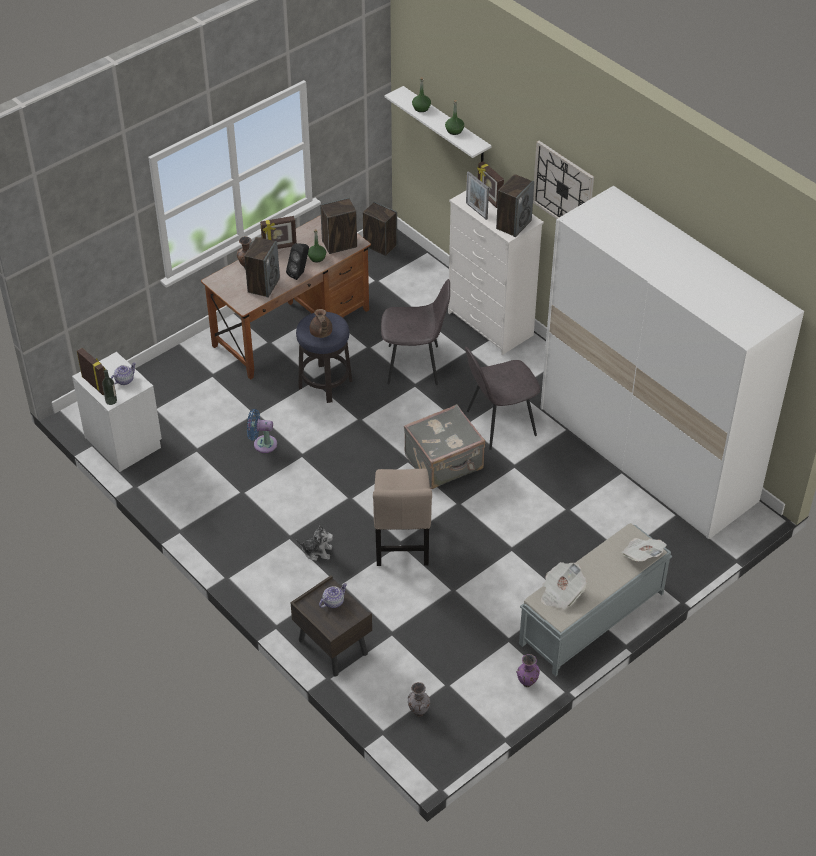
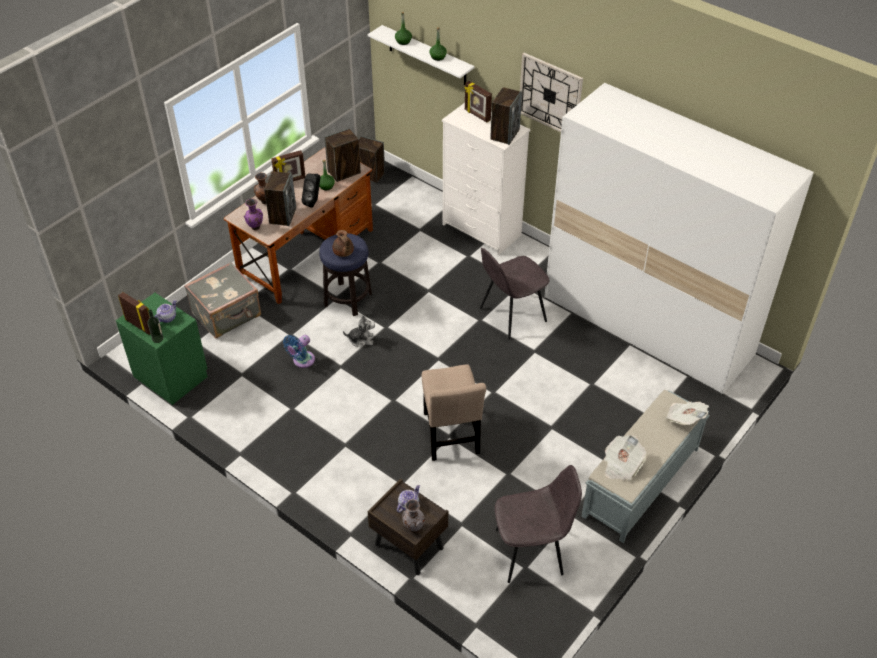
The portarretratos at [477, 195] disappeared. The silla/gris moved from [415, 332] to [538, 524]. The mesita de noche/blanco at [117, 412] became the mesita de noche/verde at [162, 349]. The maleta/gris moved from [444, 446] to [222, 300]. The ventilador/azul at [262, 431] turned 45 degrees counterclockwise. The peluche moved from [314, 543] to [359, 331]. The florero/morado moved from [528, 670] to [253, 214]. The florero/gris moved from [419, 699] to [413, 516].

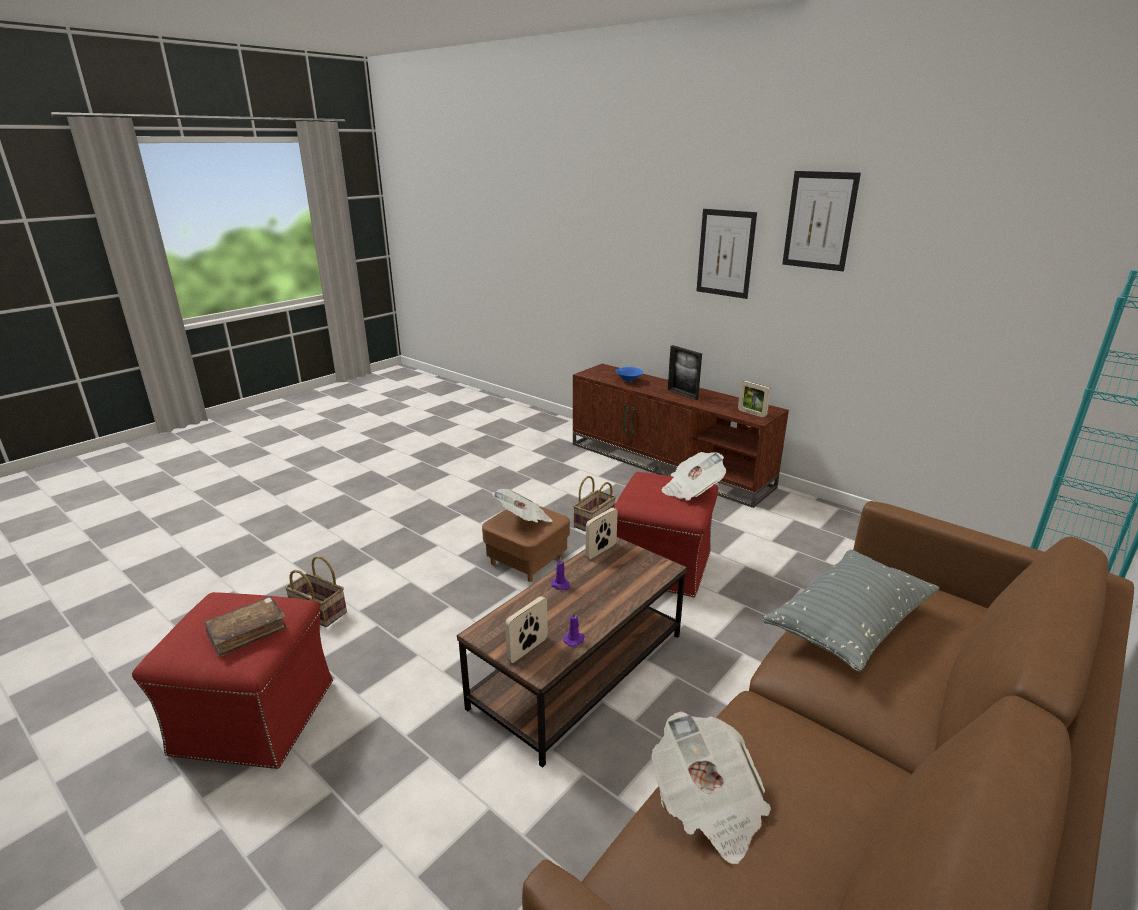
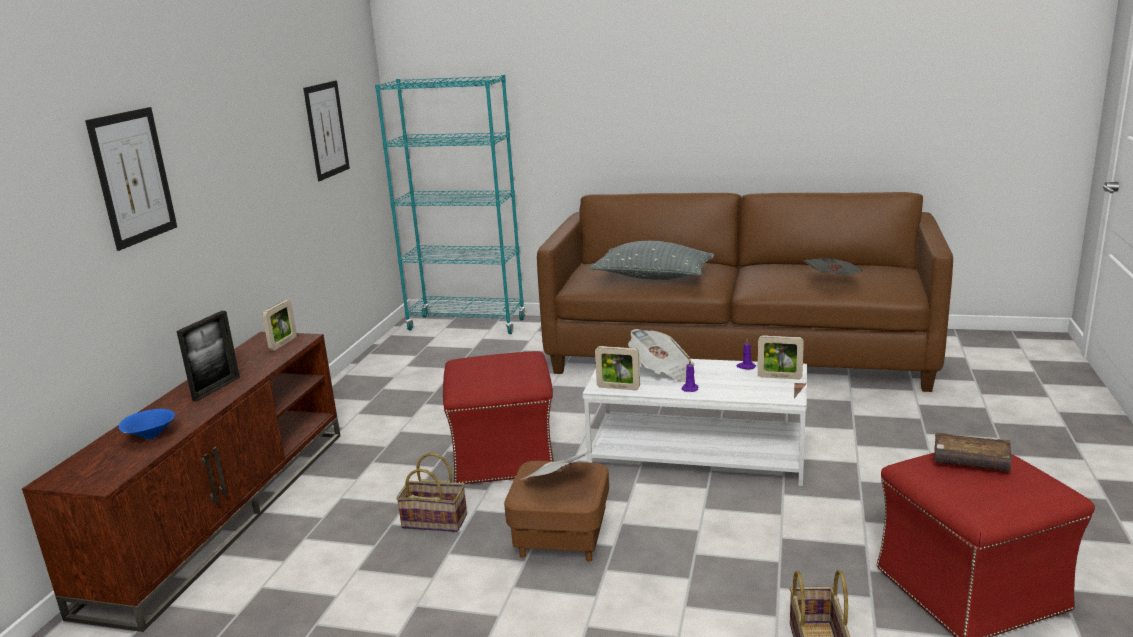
The cuadro moved from [821, 221] to [326, 130]. The periódico moved from [693, 476] to [661, 355]. The mesa de centro/marrón at [572, 652] became the mesa de centro/blanco at [694, 422].

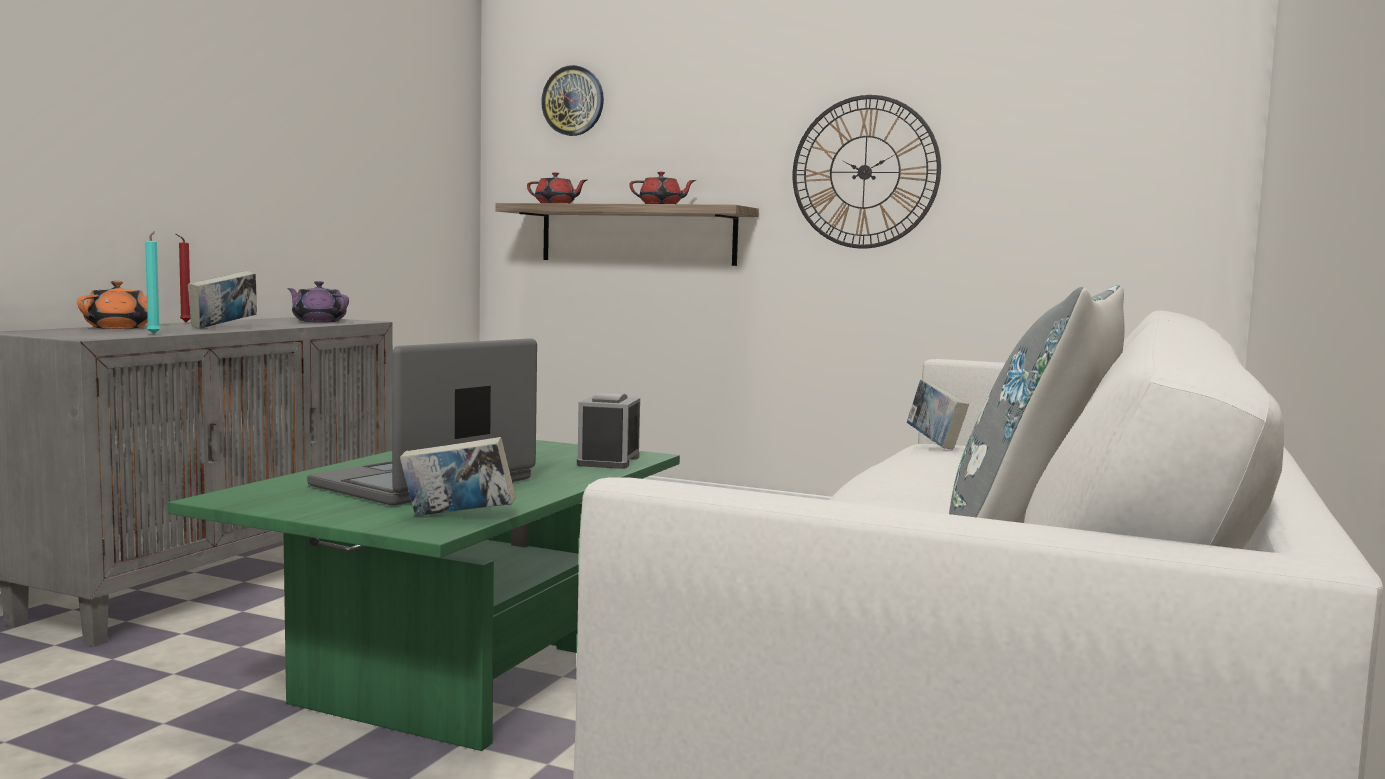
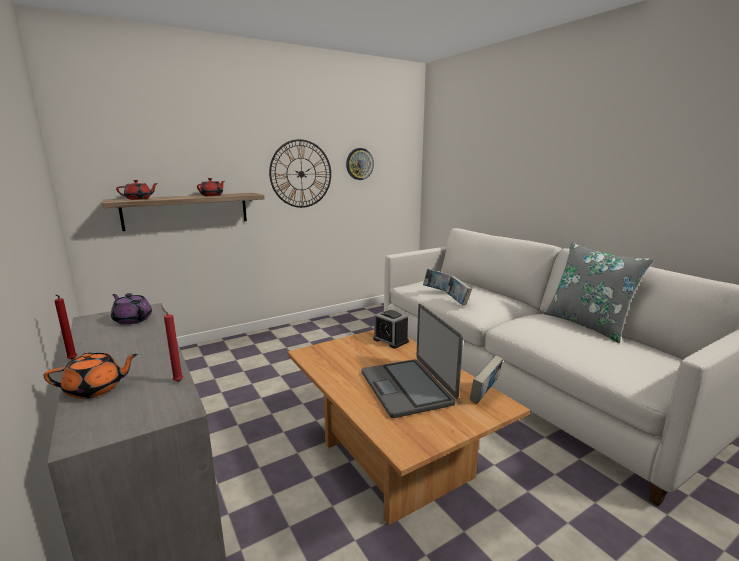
The reloj de pared moved from [572, 100] to [360, 164]. The vela/turquesa at [153, 282] became the vela/rojo at [172, 344]. The libro moved from [222, 300] to [459, 290]. The tetera/naranja at [118, 305] turned 105 degrees clockwise. The tetera/morado at [318, 301] turned 60 degrees clockwise. The mesa de centro/verde at [424, 595] became the mesa de centro/marrón at [408, 427].

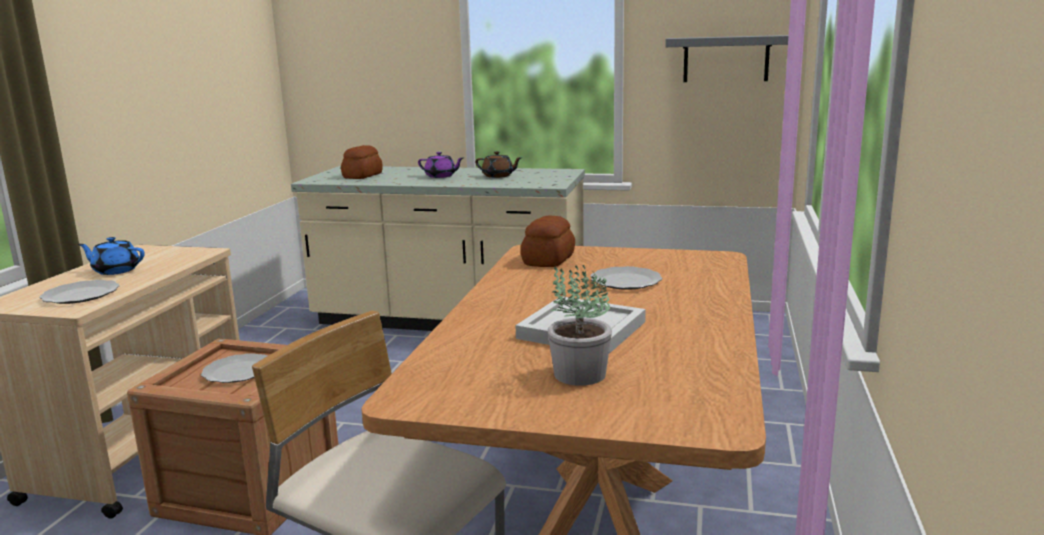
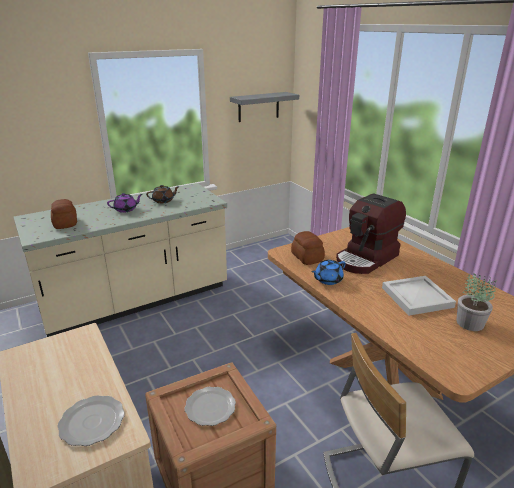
The tetera/azul moved from [111, 256] to [328, 272]. The plato at [626, 278] was replaced by the cafetera at [371, 233].

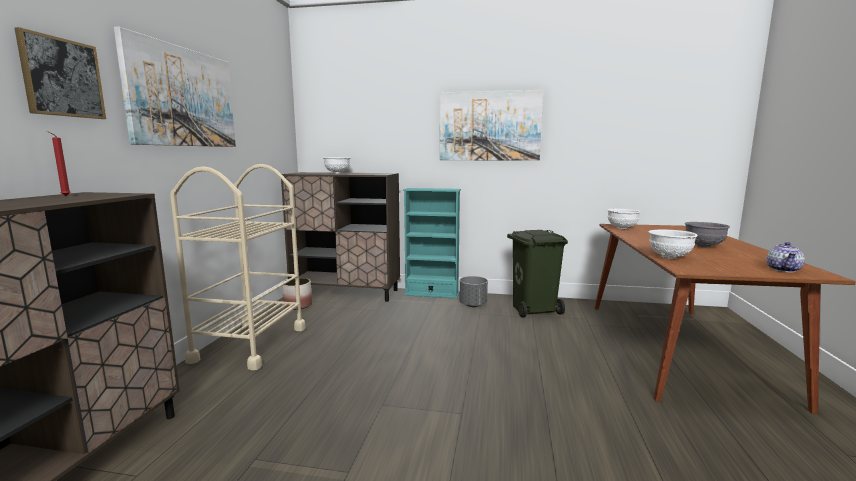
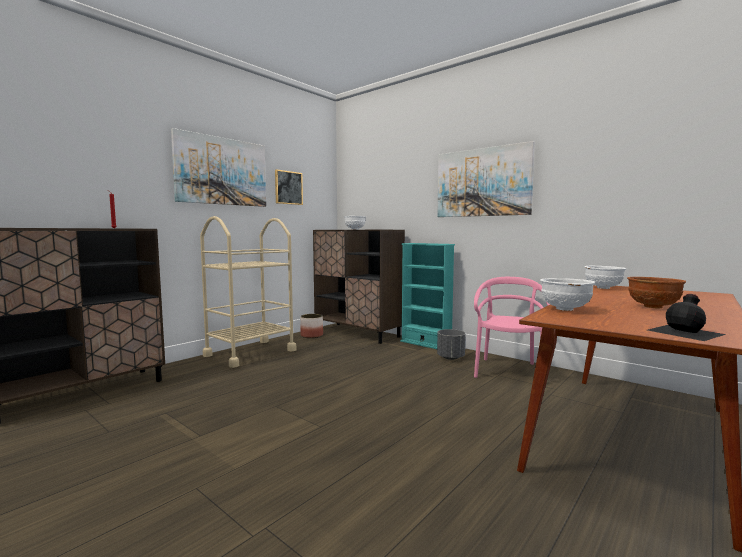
The cuadro moved from [60, 73] to [289, 187]. The cuenco/gris at [707, 235] became the cuenco/marrón at [656, 293]. The papelera/verde at [537, 274] was replaced by the silla/rosa at [512, 327]. The tetera at [785, 257] was replaced by the botella/negro at [687, 317].

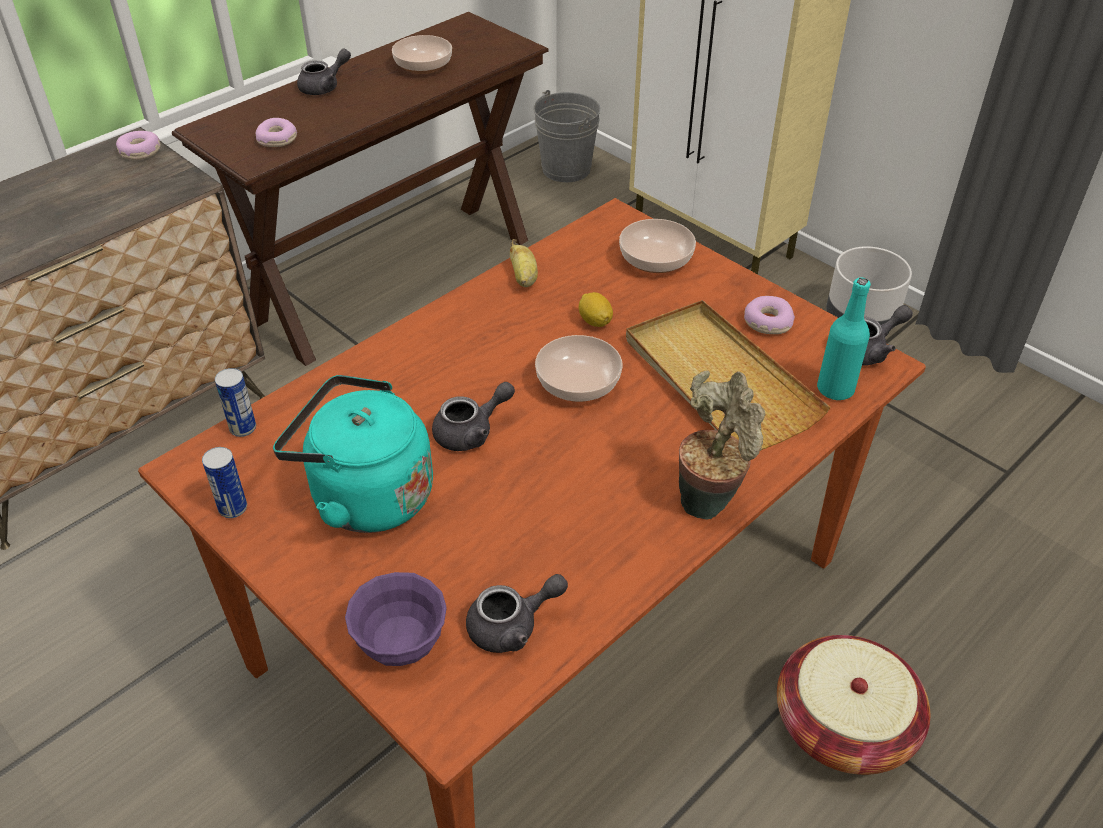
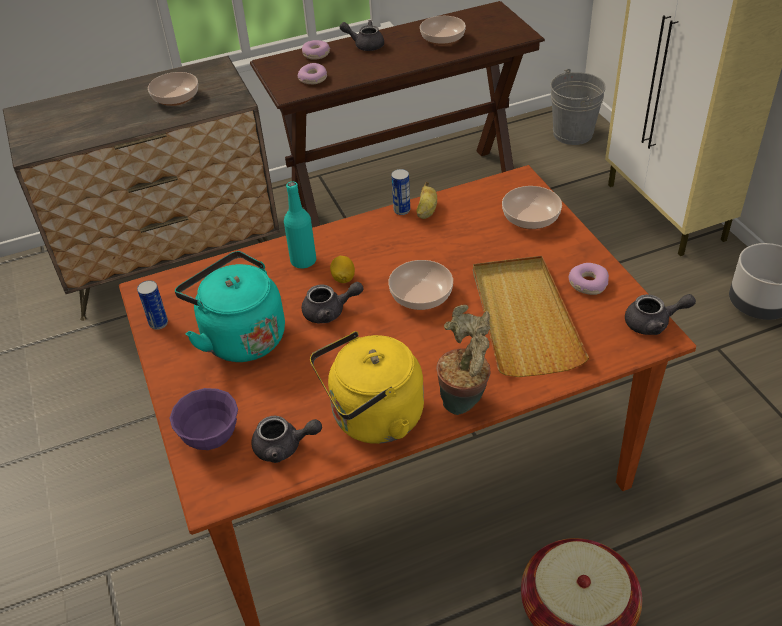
The tetera/gris at [324, 72] turned 150 degrees counterclockwise. The rosquilla moved from [138, 145] to [316, 50]. The botella/turquesa moved from [844, 339] to [300, 225]. The limón moved from [596, 309] to [342, 269]. The lata moved from [235, 402] to [400, 192]. The cuenco at [173, 89] appeared. The hervidor/amarillo at [367, 387] appeared.

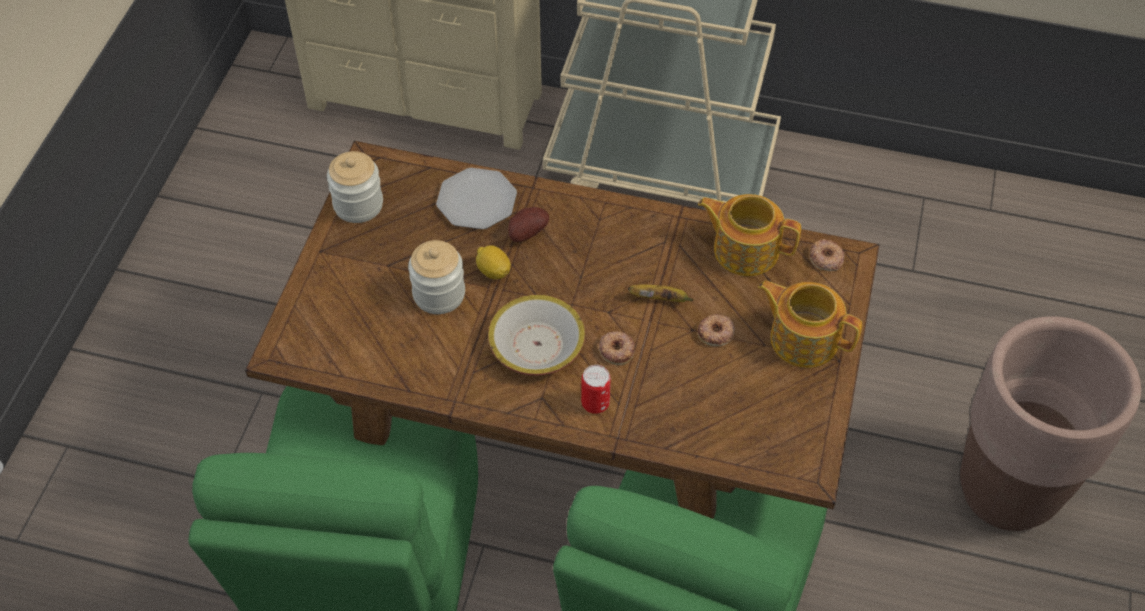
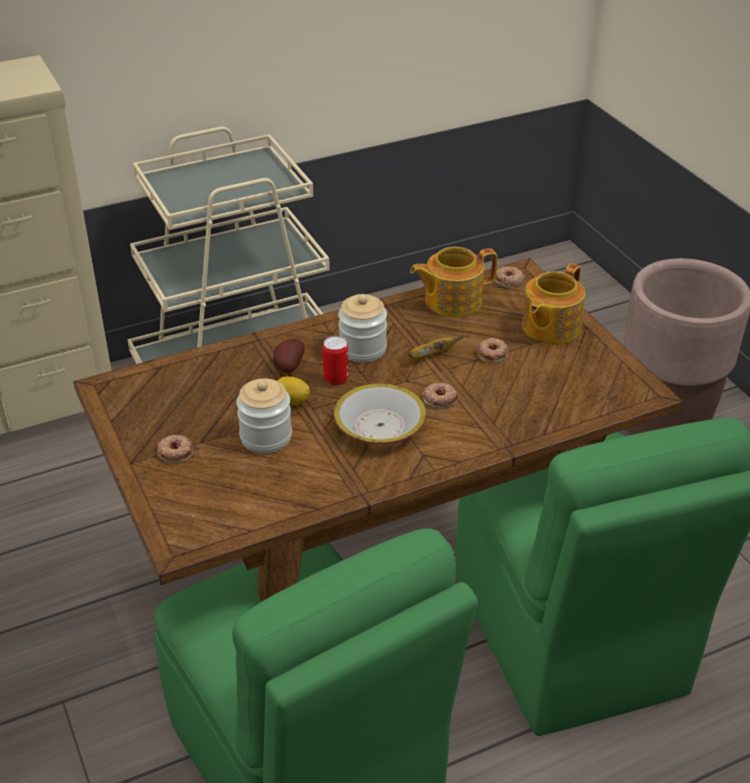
The tarro moved from [355, 187] to [362, 328]. The plato at [476, 199] disappeared. The tetera at [810, 324] turned 45 degrees counterclockwise. The lata moved from [596, 389] to [336, 360]. The rosquilla at [175, 449] appeared.

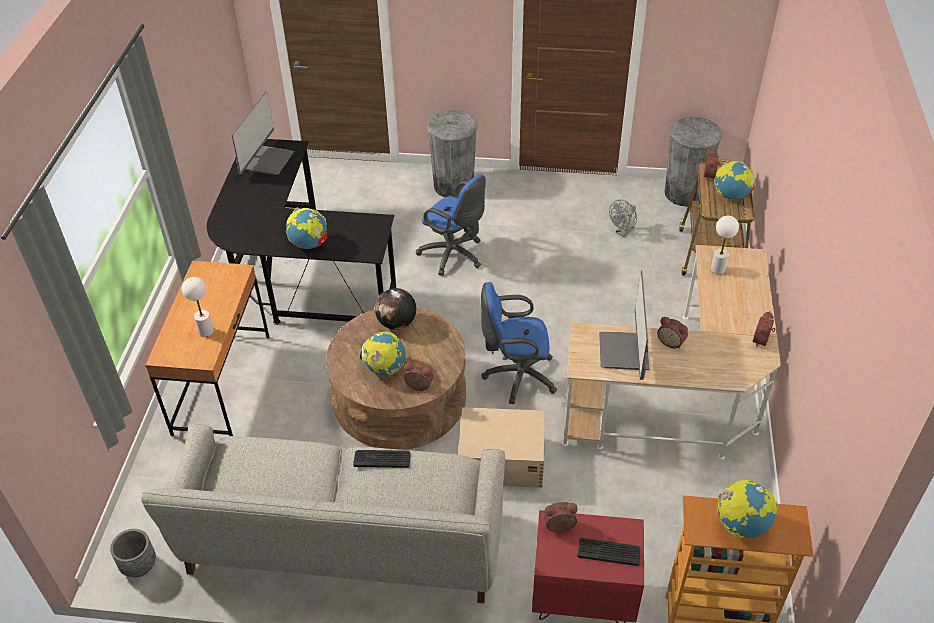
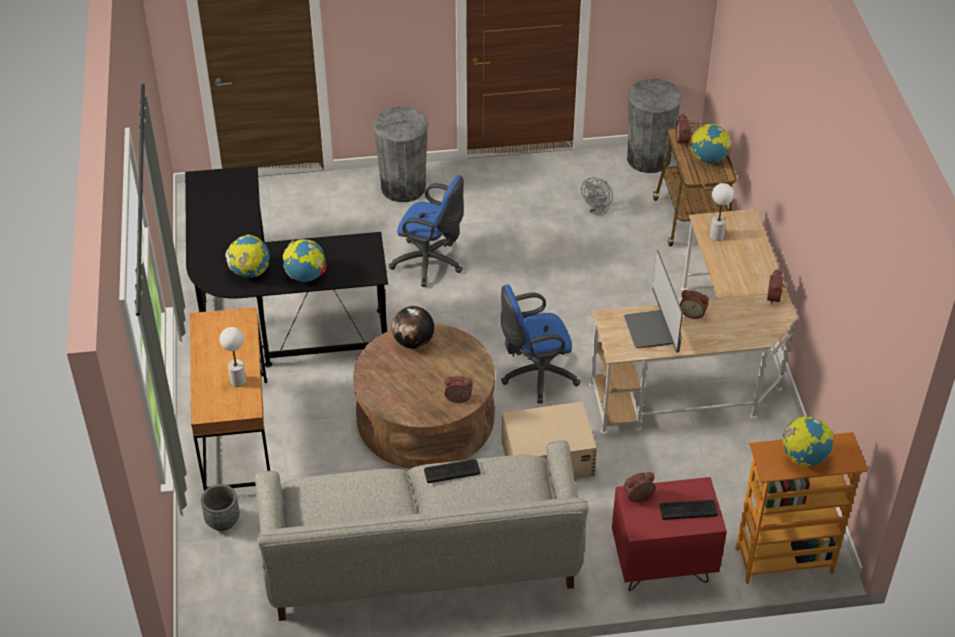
The monitor at [263, 133] disappeared. The globo terráqueo moved from [382, 353] to [247, 256]. The maceta/gris moved from [133, 553] to [220, 507].

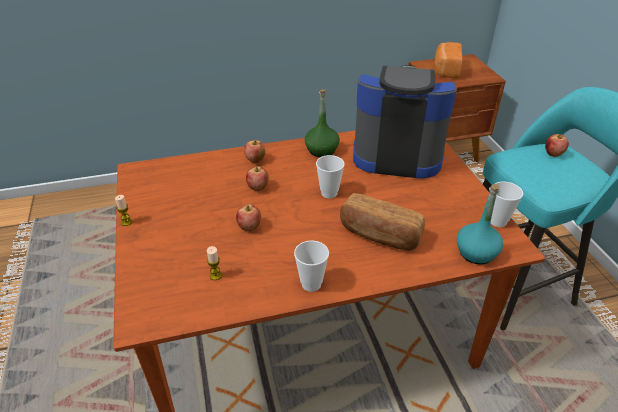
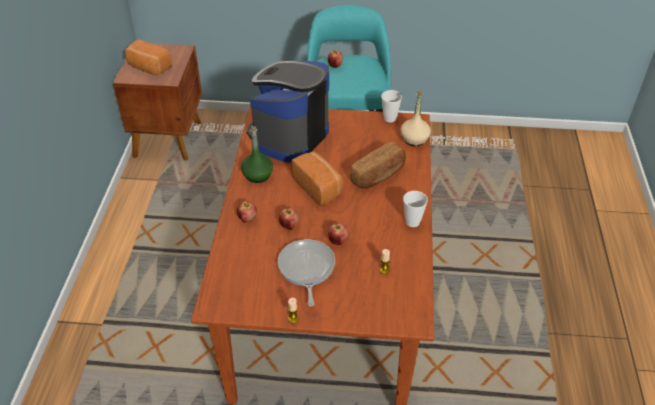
The taza at [330, 176] was replaced by the pan at [317, 179]. The botella/turquesa at [480, 224] became the botella/beis at [415, 118]. The sartén at [306, 273] appeared.

